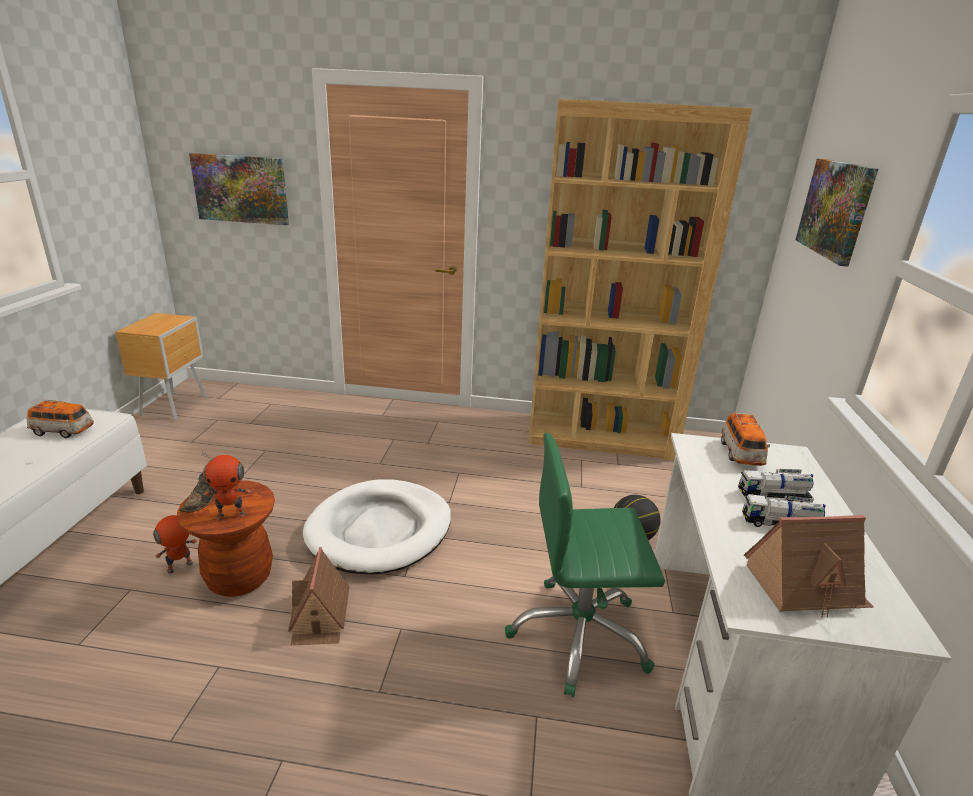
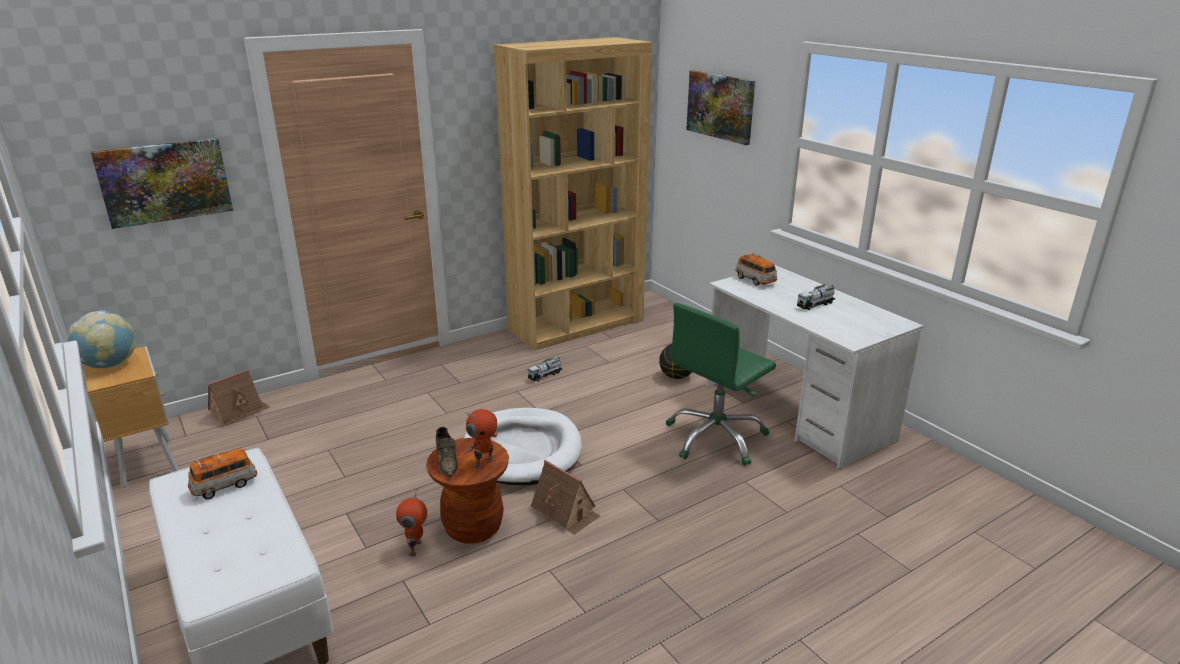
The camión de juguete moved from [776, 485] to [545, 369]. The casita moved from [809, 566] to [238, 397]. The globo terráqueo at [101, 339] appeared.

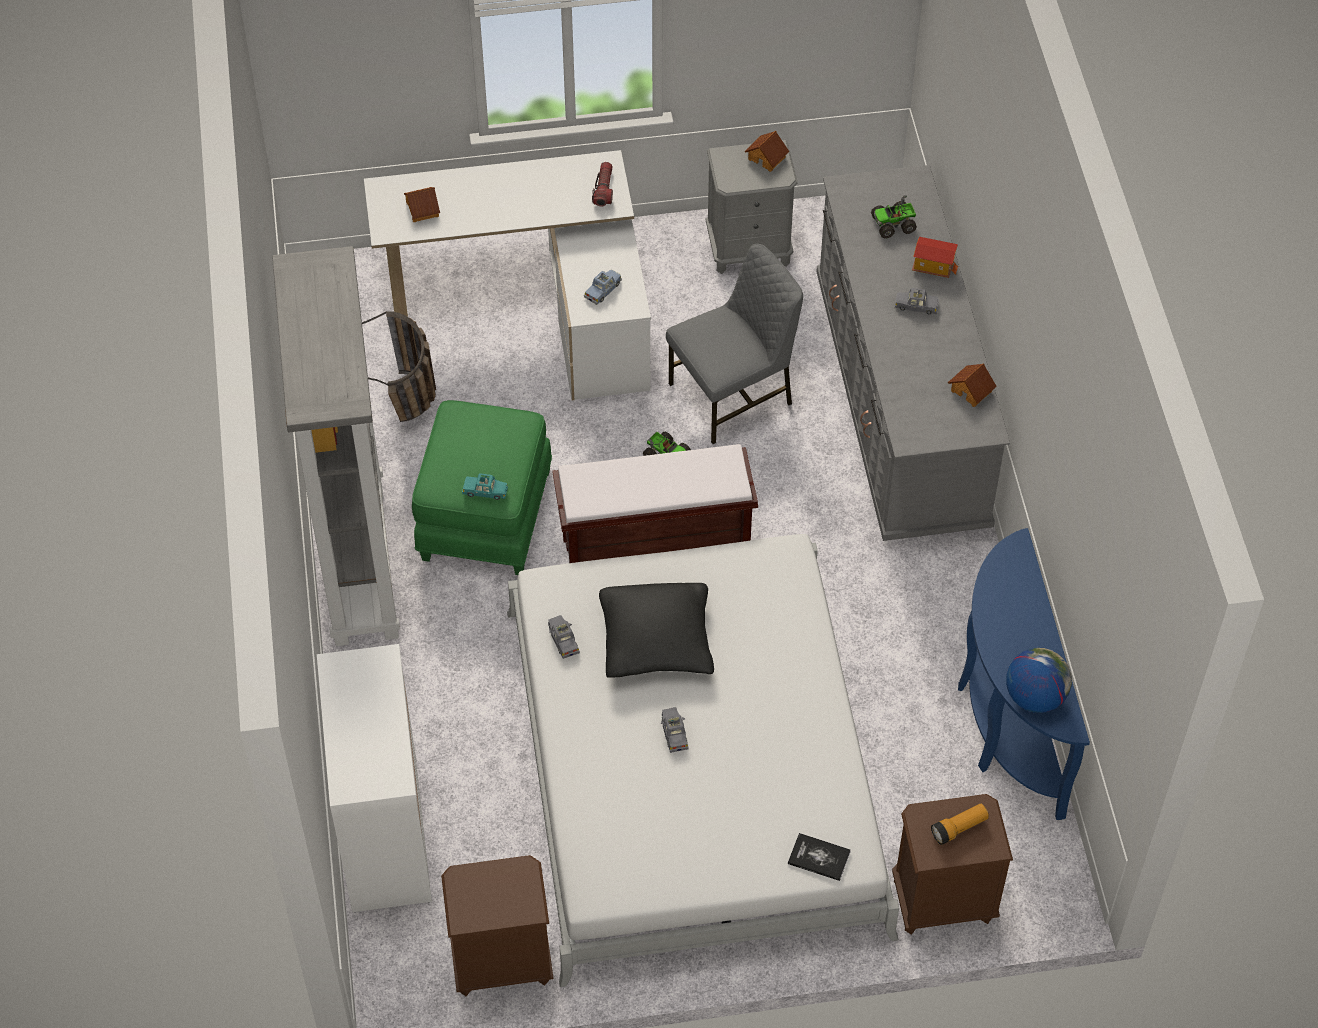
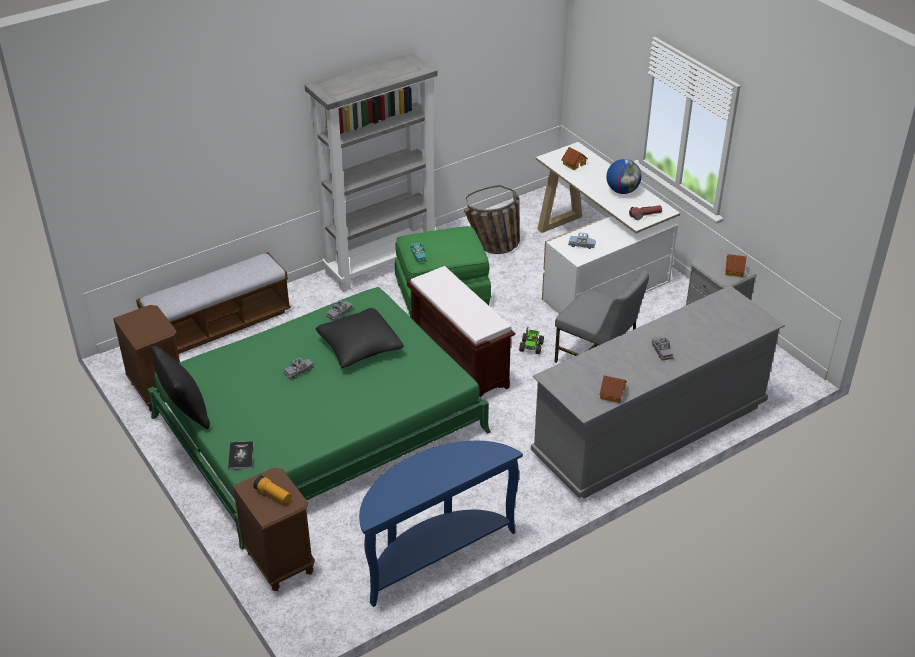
The camión de juguete at [894, 216] disappeared. The casita at [935, 257] disappeared. The cama/blanco at [703, 760] became the cama/verde at [319, 418]. The cómoda/blanco at [374, 778] was replaced by the banco at [213, 303]. The globo terráqueo moved from [1039, 680] to [623, 176]. The cojín/negro at [180, 387] appeared.

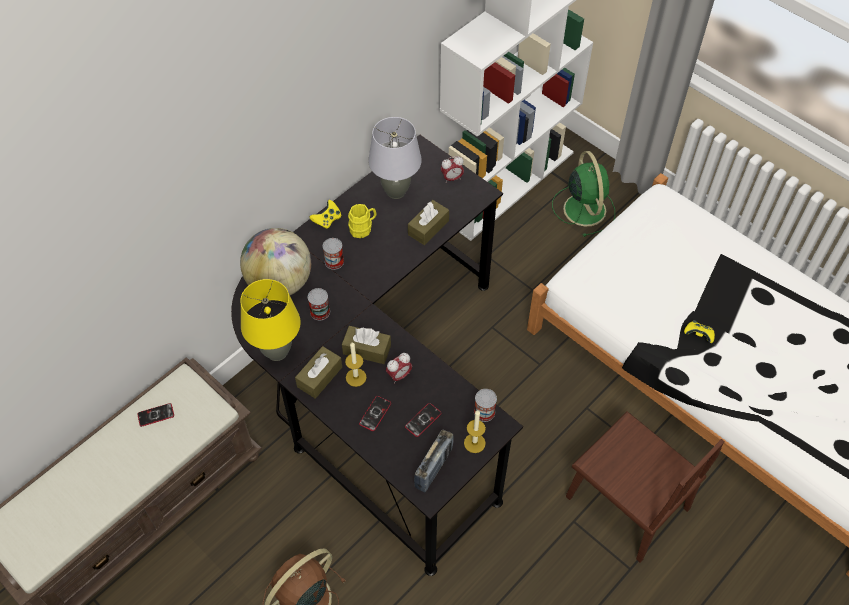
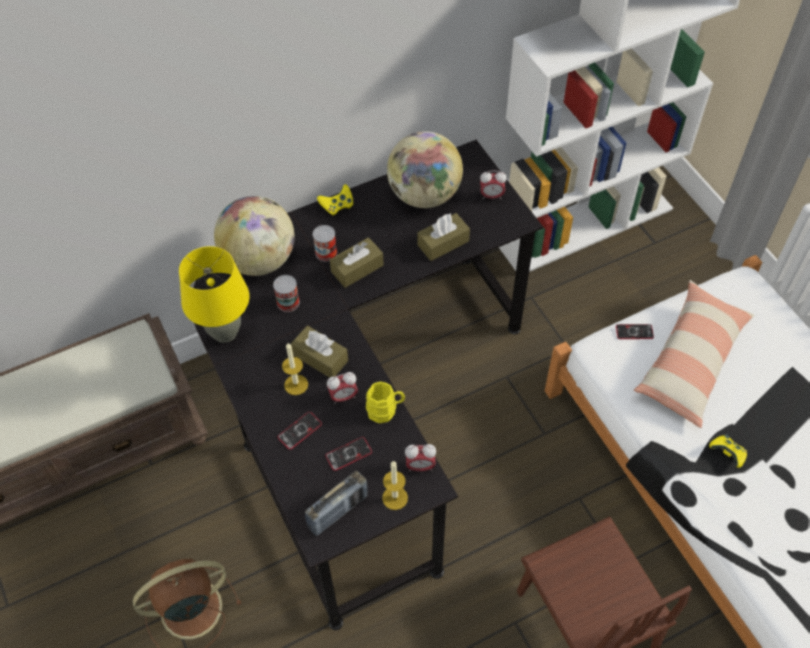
The lámpara de mesa/gris at [395, 158] was replaced by the globo terráqueo at [425, 169]. The ventilador/verde at [583, 194] disappeared. The taza grande/amarillo moved from [362, 221] to [385, 402]. The caja de pañuelos/marrón moved from [318, 372] to [357, 262]. The lata at [485, 405] was replaced by the despertador at [420, 457]. The móvil moved from [155, 415] to [635, 331]. The cojín at [694, 354] appeared.

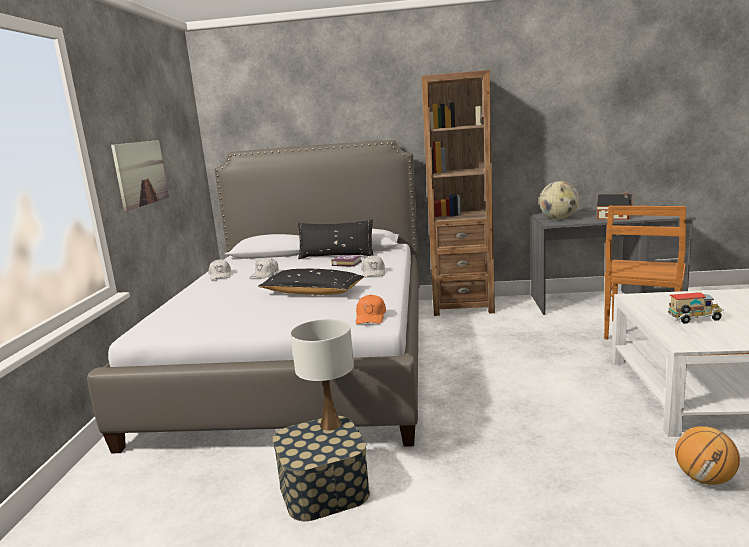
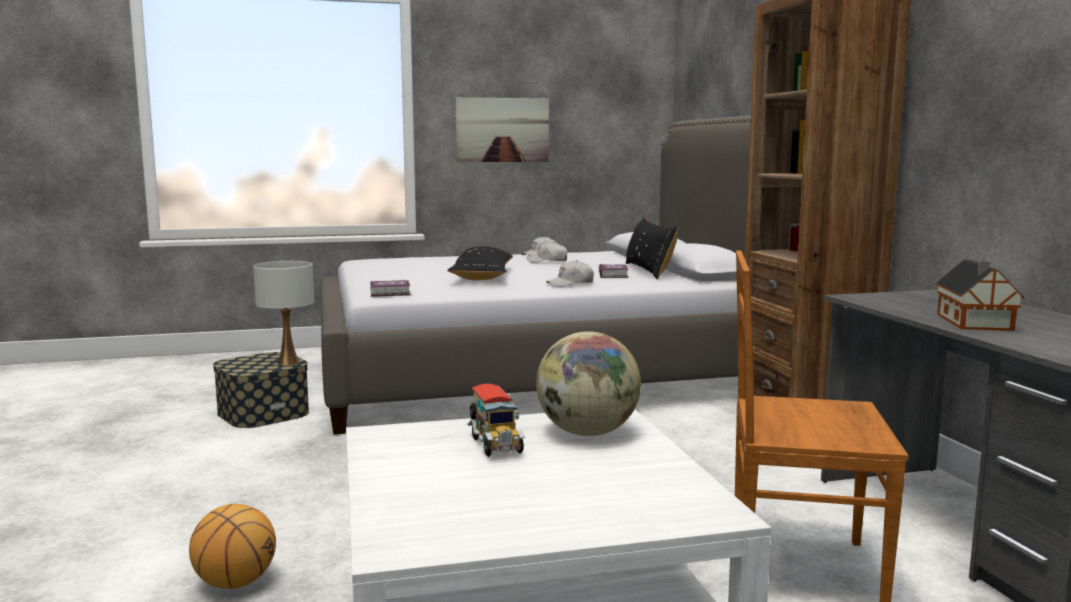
The globo terráqueo moved from [559, 200] to [588, 383]. The gorra/naranja at [371, 309] was replaced by the libro at [390, 288].

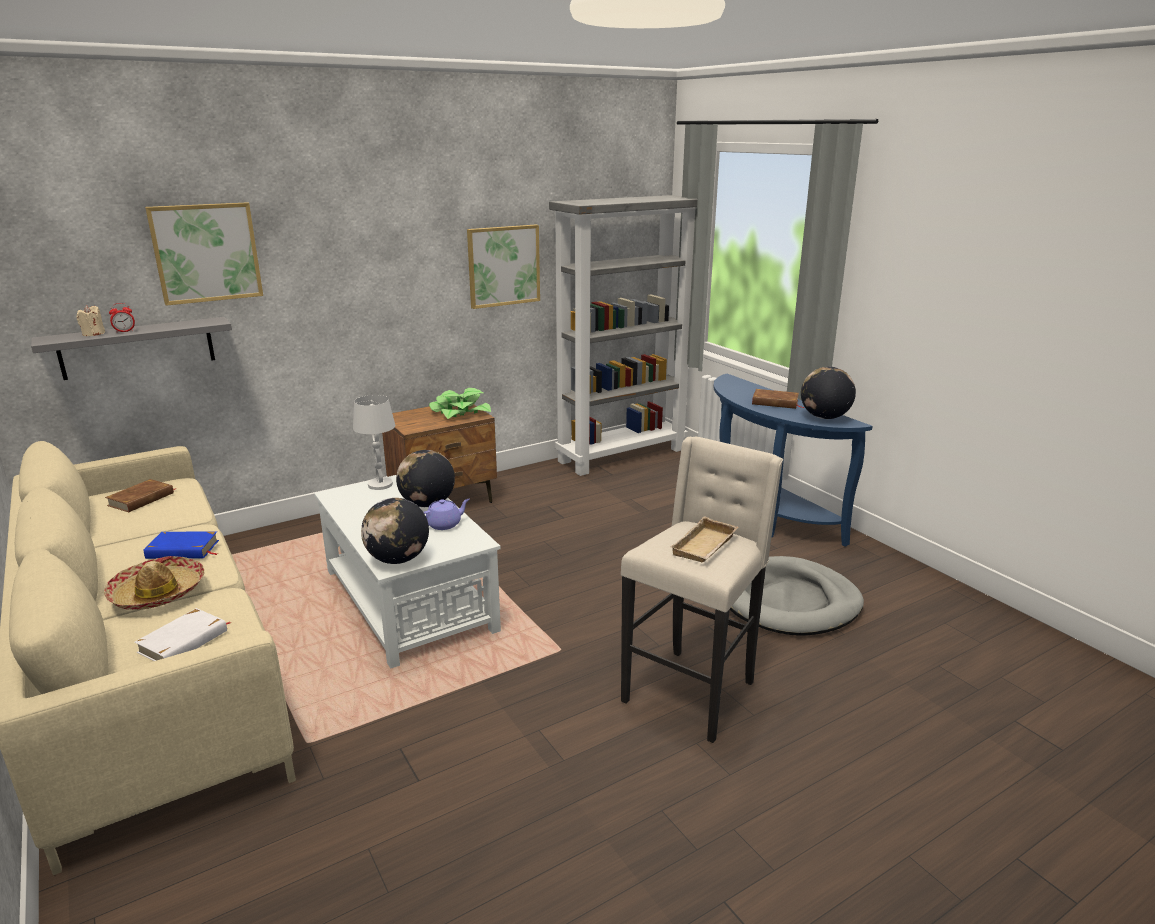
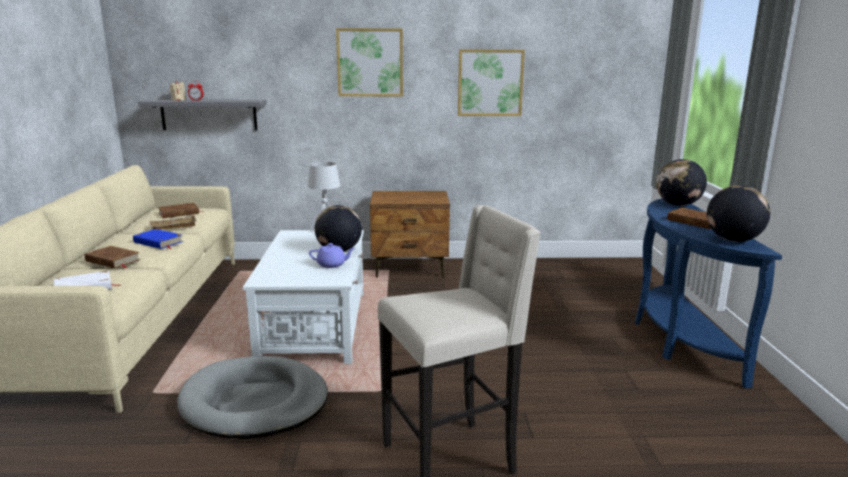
The estantería/gris at [623, 335] disappeared. The cuadro moved from [204, 254] to [369, 62]. The planta en maceta at [460, 403] disappeared. The globo terráqueo moved from [395, 531] to [681, 182]. The bandeja/beis moved from [704, 539] to [173, 222]. The sombrero at [154, 583] was replaced by the libro/marrón at [113, 257]. The cama para perro/gris moved from [797, 596] to [252, 397].

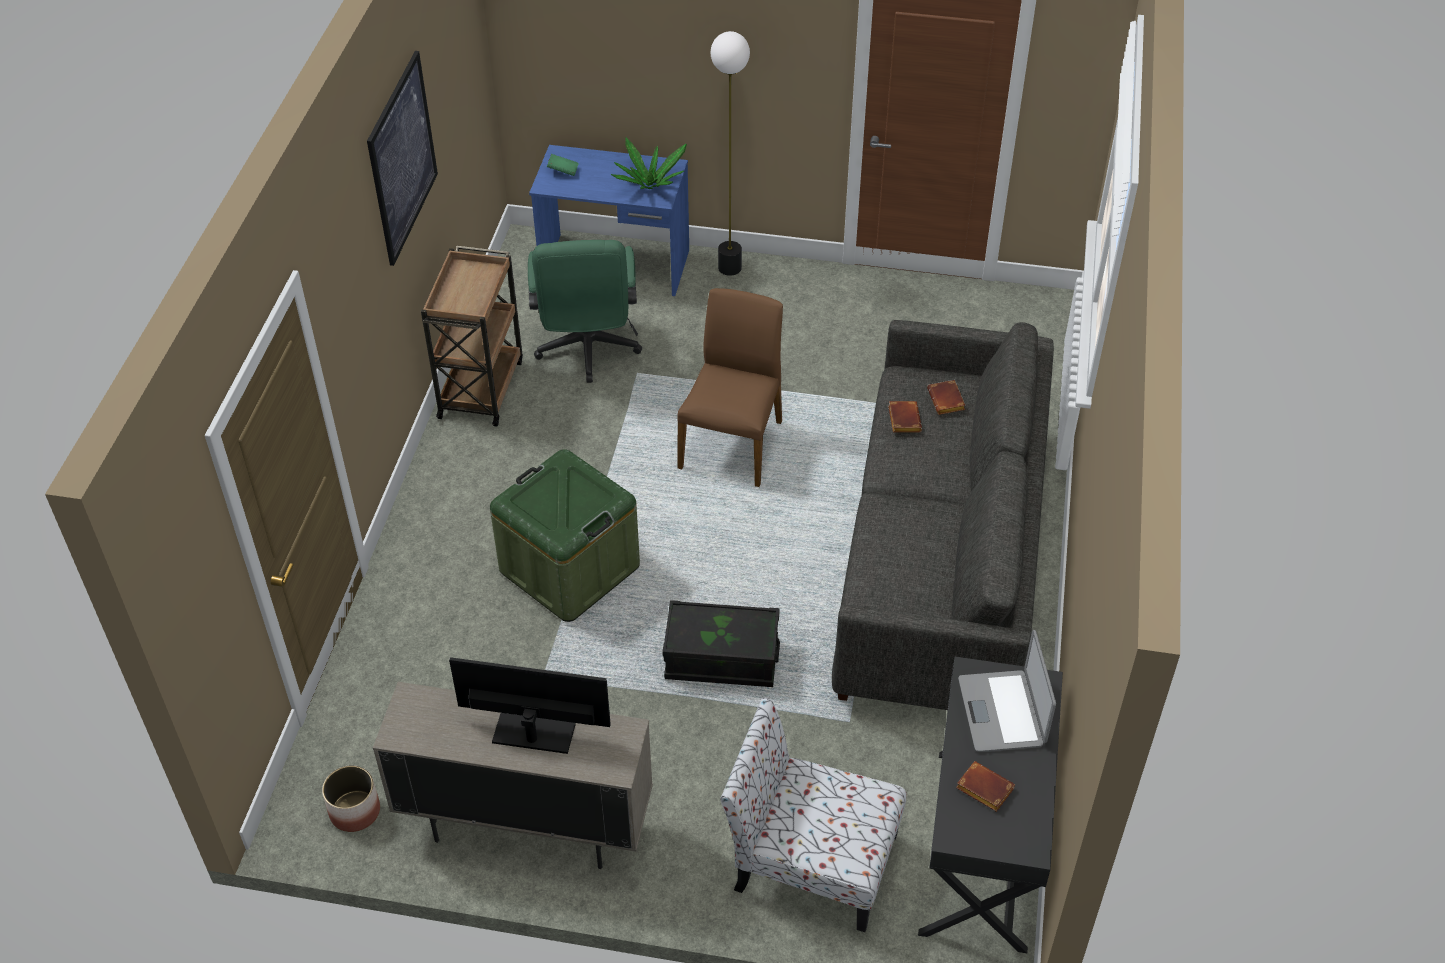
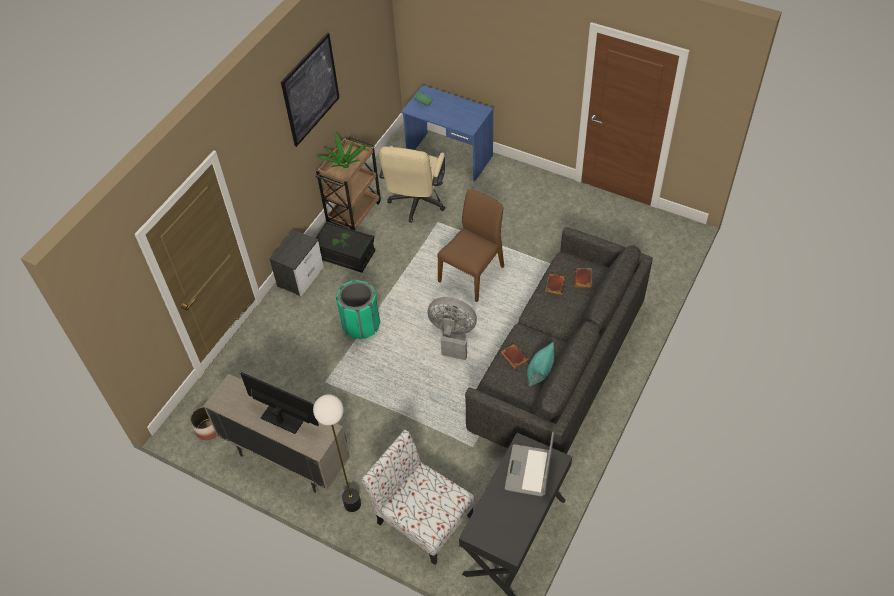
The lámpara de pie moved from [730, 153] to [337, 453]. The planta en maceta moved from [649, 163] to [341, 150]. The silla de oficina/verde at [585, 311] became the silla de oficina/beis at [412, 184]. The caja de almacenaje/verde at [565, 535] was replaced by the papelera/verde at [358, 309]. The caja de almacenaje/negro moved from [721, 643] to [345, 247]. The libro/marrón moved from [985, 786] to [514, 356]. The mesita de noche at [296, 263] appeared. The ventilador/gris at [452, 328] appeared. The cojín/turquesa at [540, 364] appeared.

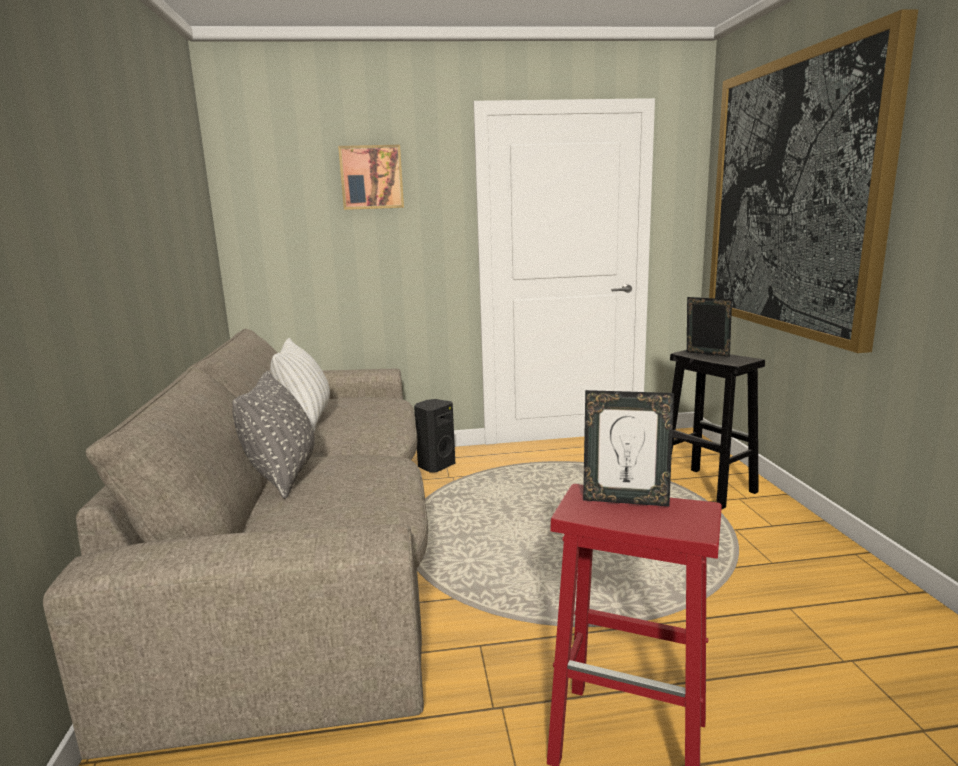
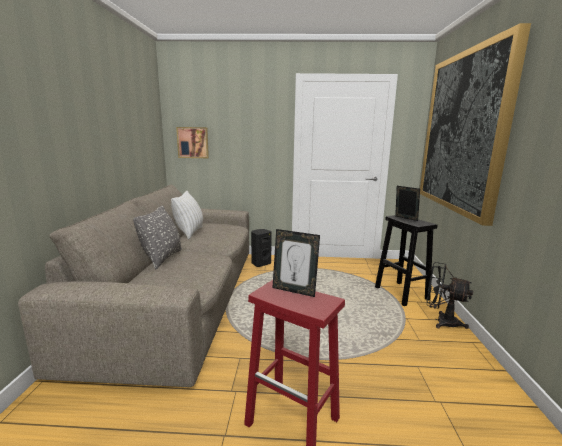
The cuadro moved from [371, 177] to [192, 142]. The ventilador/negro at [449, 295] appeared.

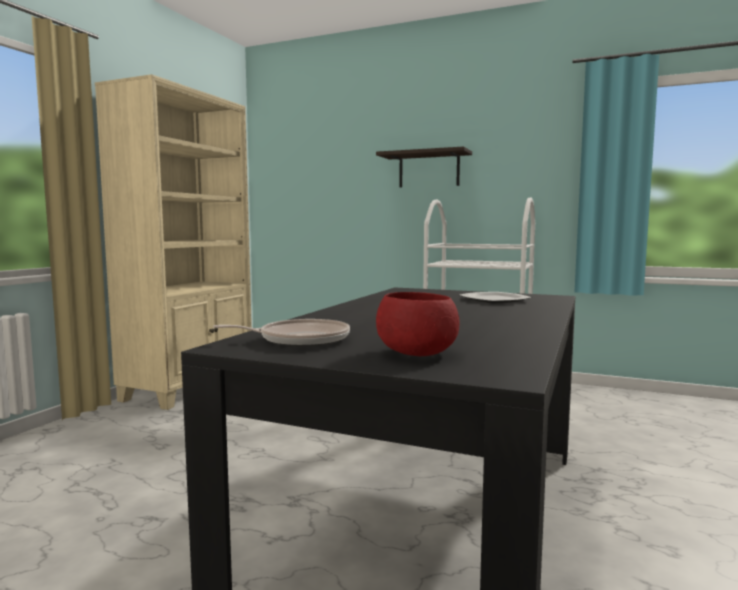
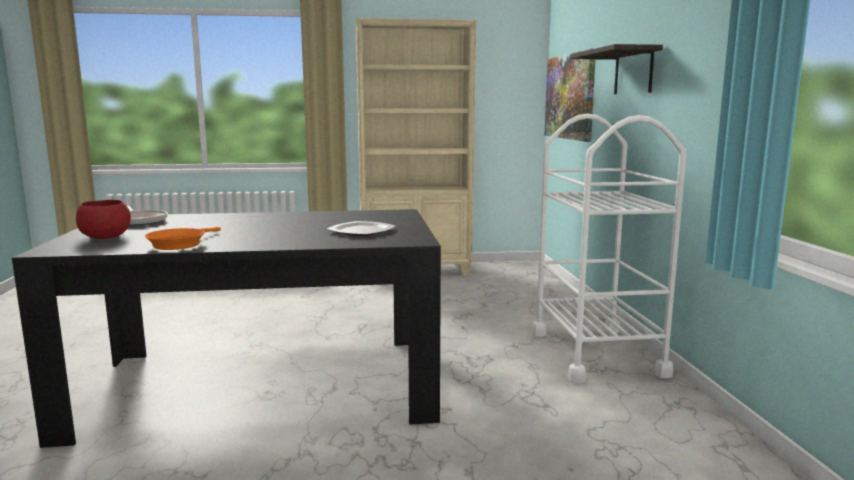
The cuadro at [569, 95] appeared. The sartén/naranja at [183, 238] appeared.

